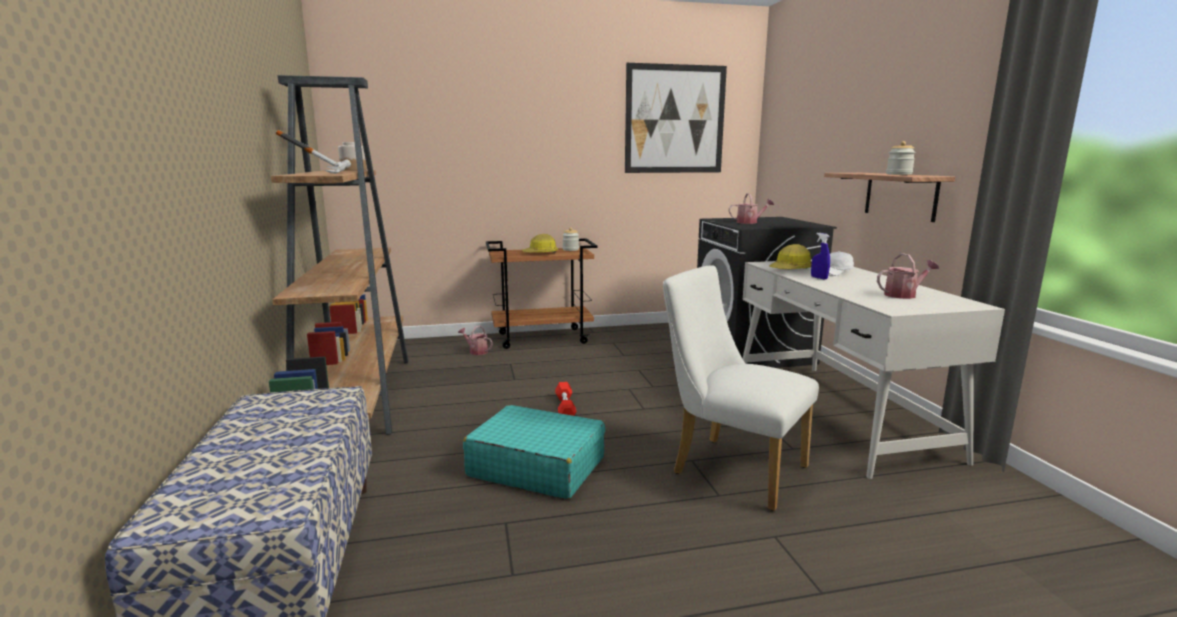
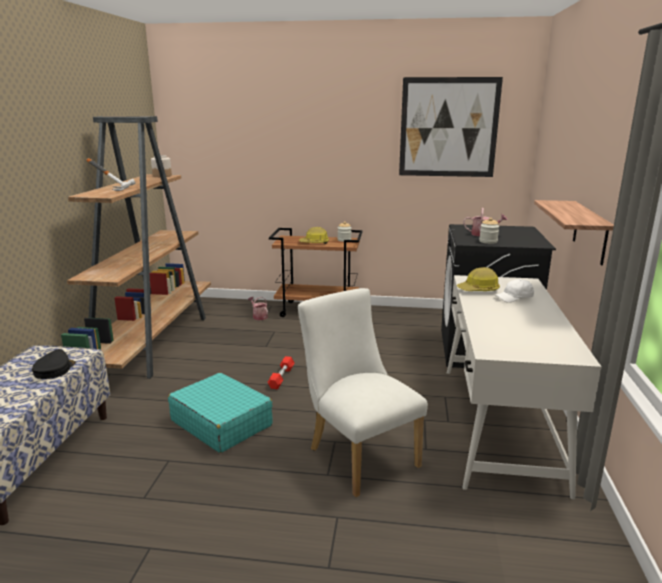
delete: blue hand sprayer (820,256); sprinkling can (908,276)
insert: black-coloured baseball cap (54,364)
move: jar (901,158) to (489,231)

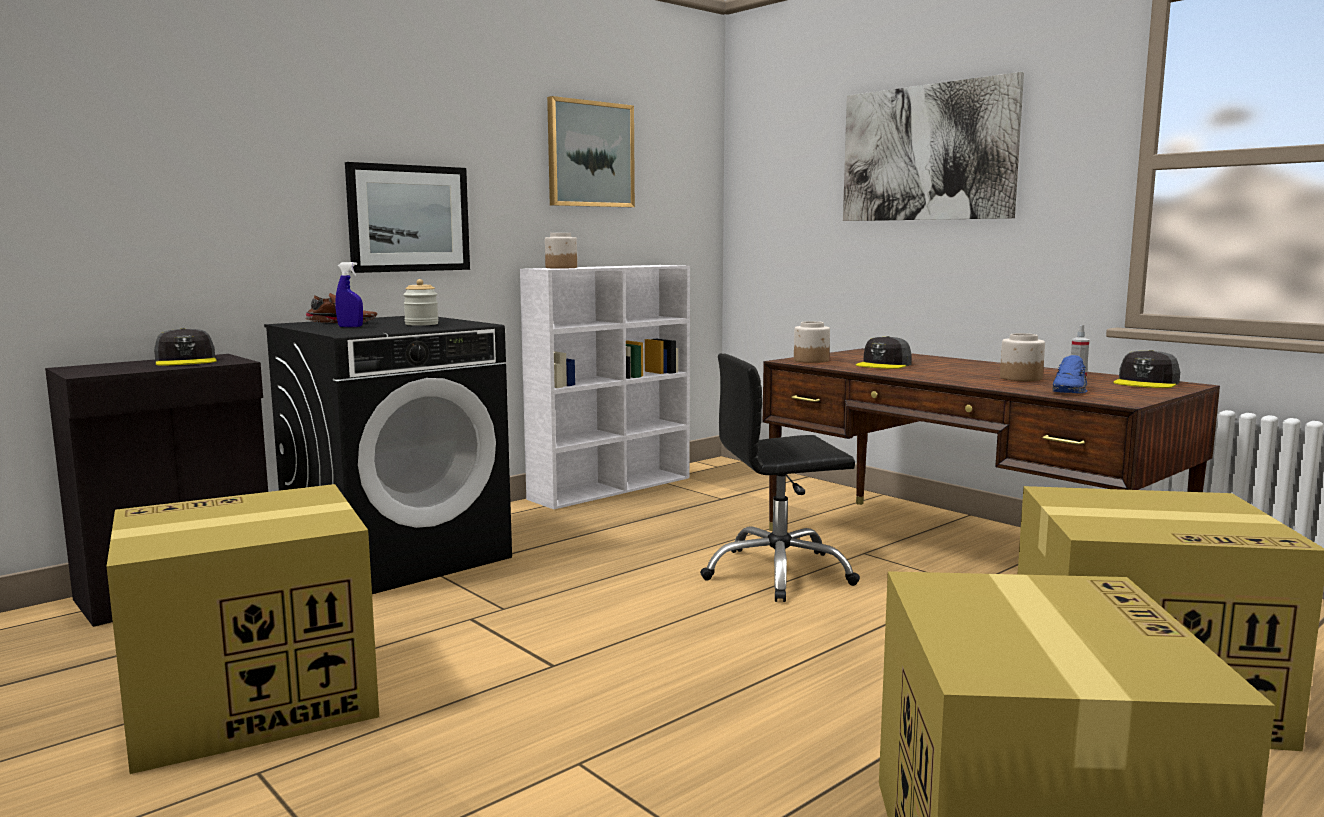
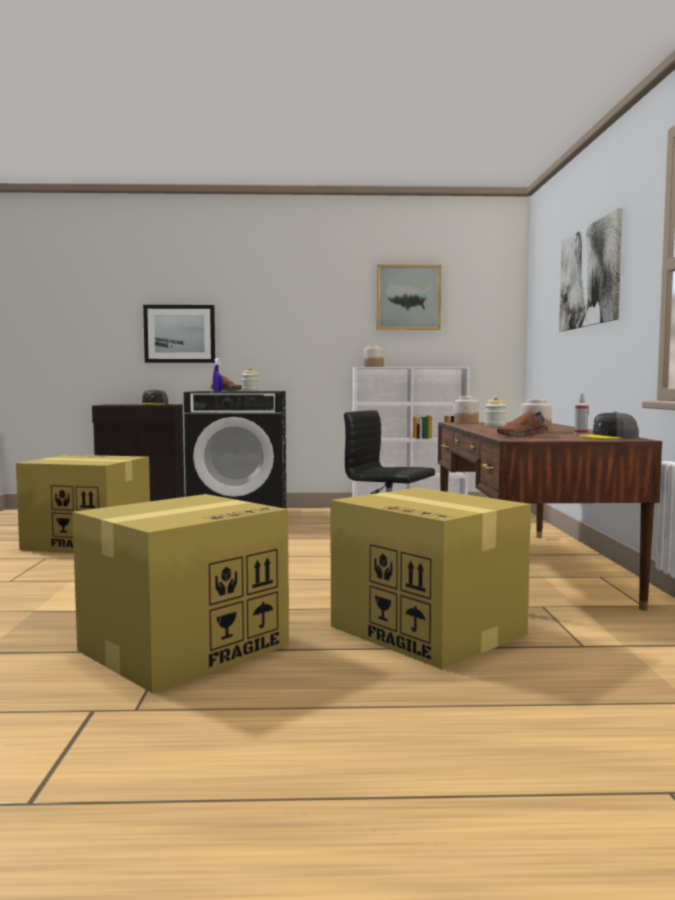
move: wall art (407,217) to (179,334)
replace: grey baseball cap (884,352) to jar (496,411)
recolor: blue item of footwear (1069,374) to brown item of footwear (523,423)

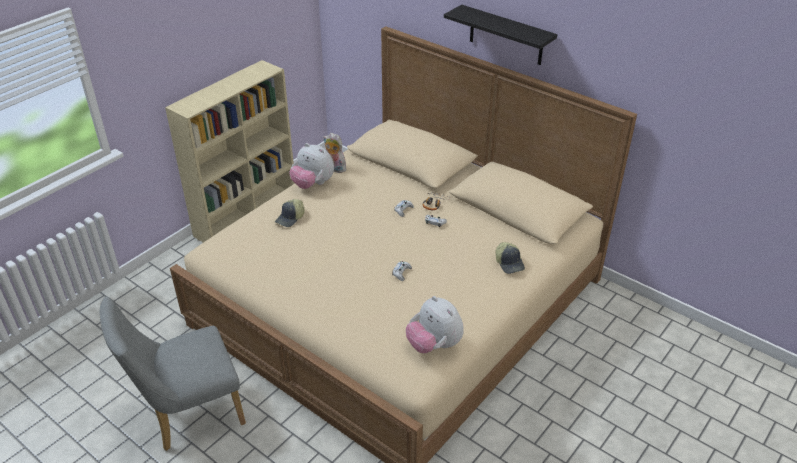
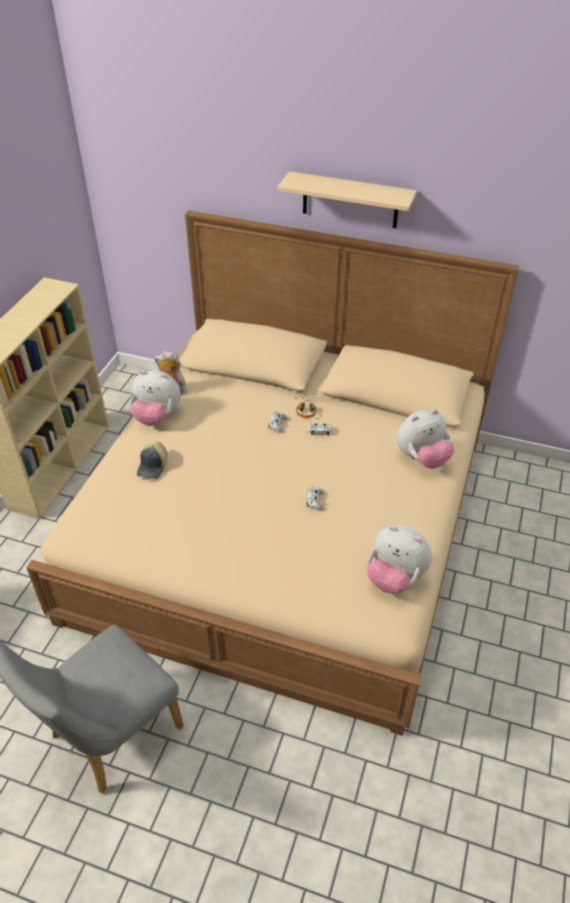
replace: baseball cap (510,258) to soft toy (425,439)
recolor: black-coloured bracket shelf (500,35) to beige-coloured bracket shelf (347,199)

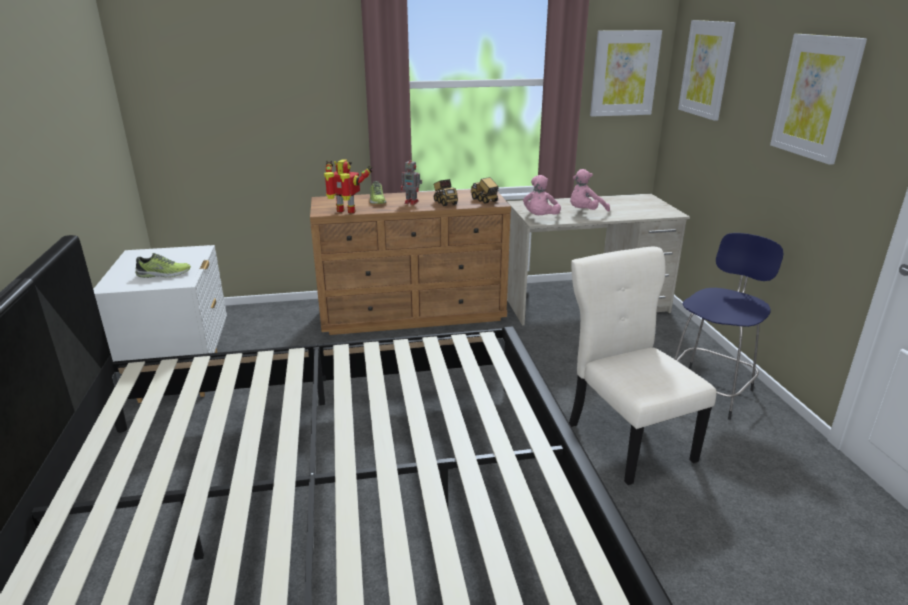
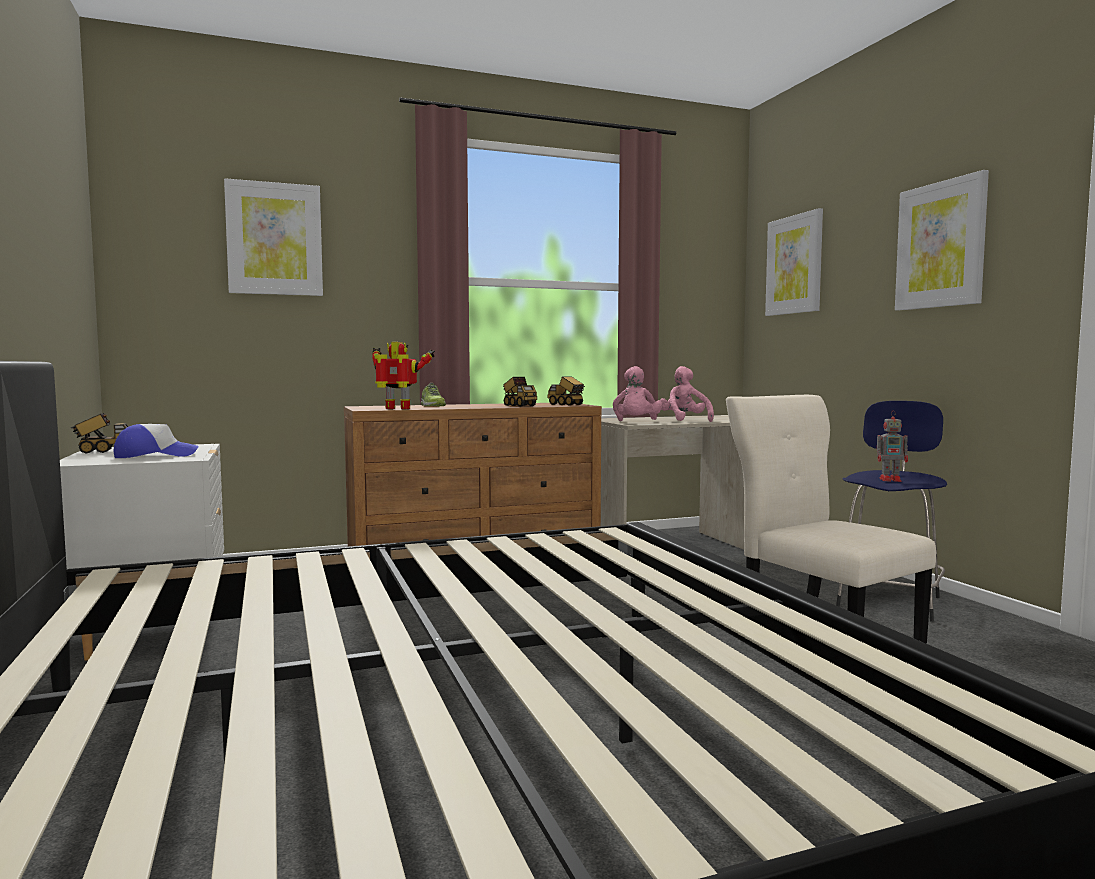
insert: model truck (100,433)
move: wall art (626,73) to (273,237); robot figure (411,180) to (892,446)
replace: item of footwear (163,265) to baseball cap (156,441)
rotate: pinkish soft toy (590,190) = (687,394) 120 degrees clockwise

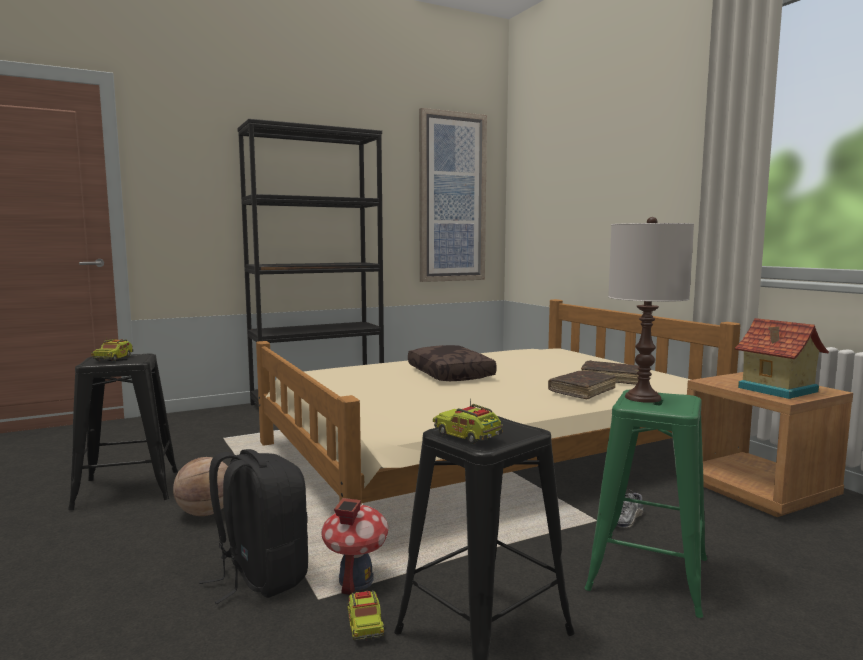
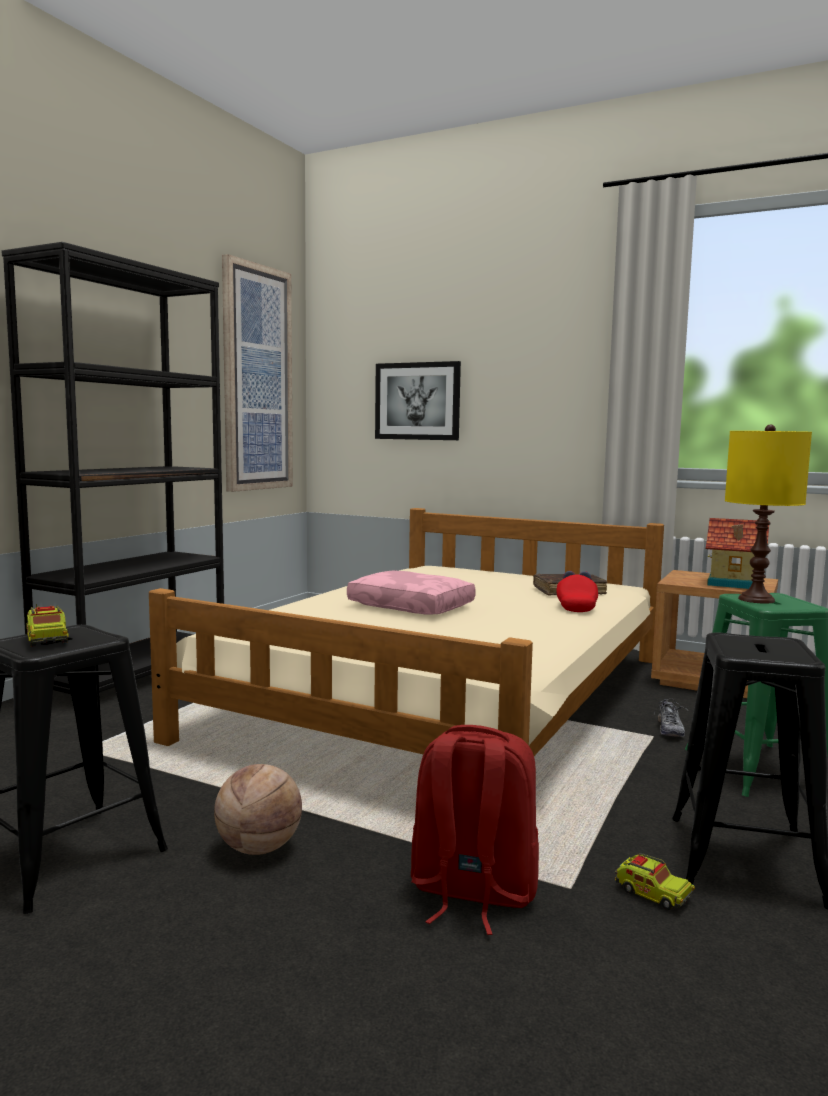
delete: miniature house (354,546); model truck (468,421)
insert: wall art (418,400)
replace: brown bound book (582,384) to reddish baseball cap (577,591)
recolor: brown pillow (452,363) to pinkish pillow (411,593); black-coloured knapsack (253,526) to reddish knapsack (475,830); whitish table lamp (651,310) to yellow table lamp (768,514)

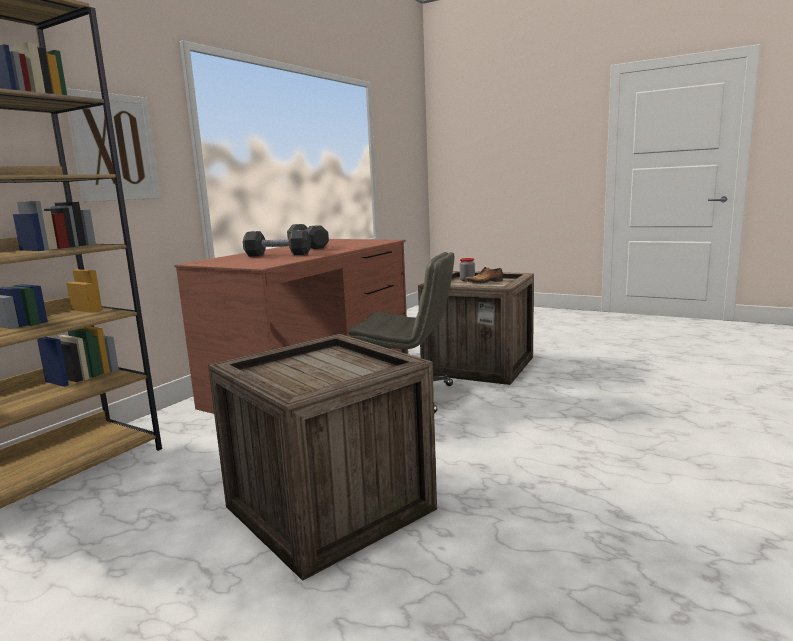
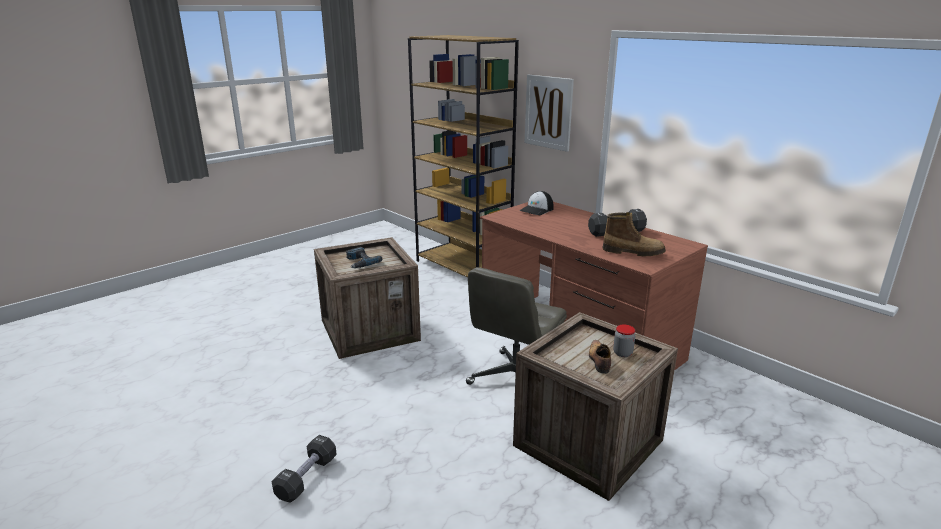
insert: electric drill (364,257); baseball cap (536,203); high-top boot (634,234)
move: black-coloured free weight (277,243) to (304,469)

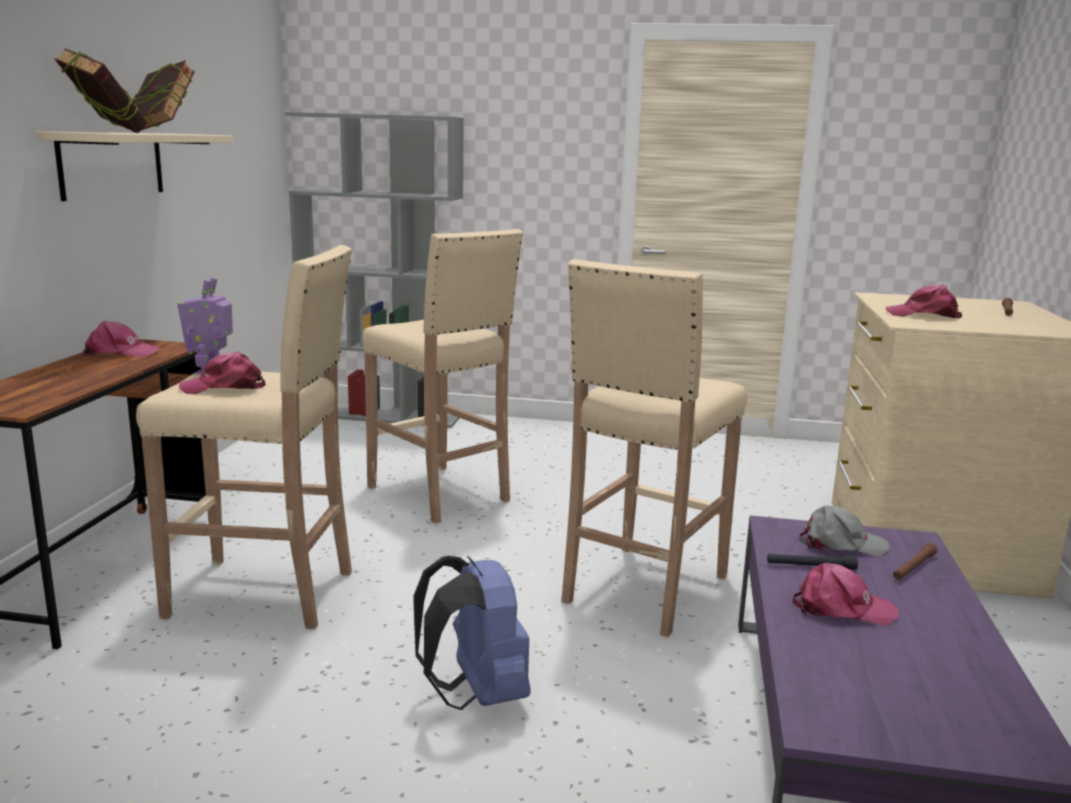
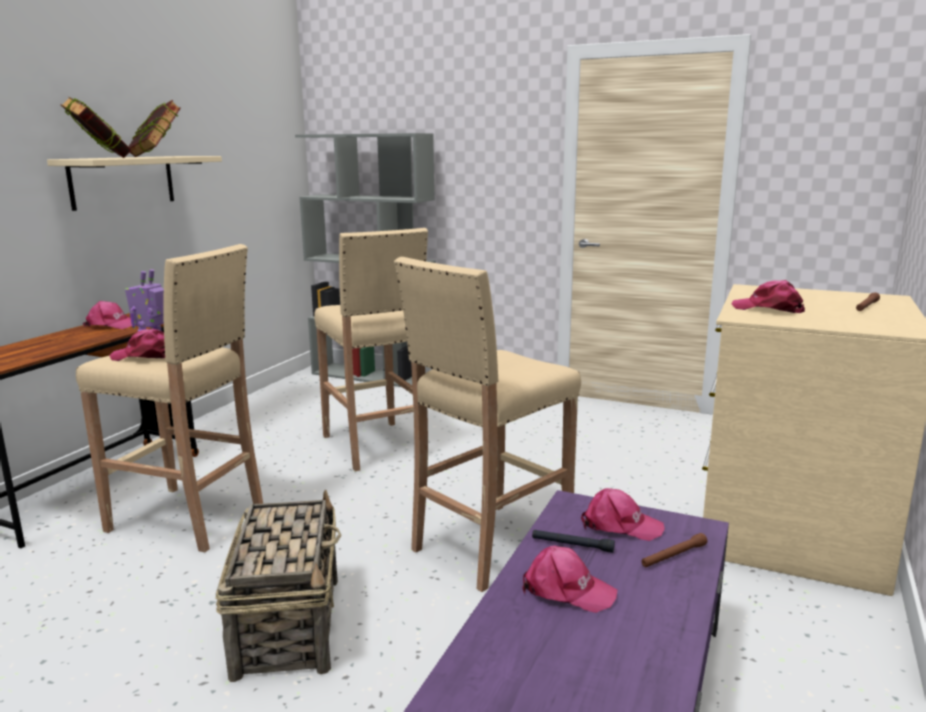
replace: blue knapsack (472,633) to storage basket (278,586)
recolor: grey baseball cap (844,531) to pinkish baseball cap (623,514)

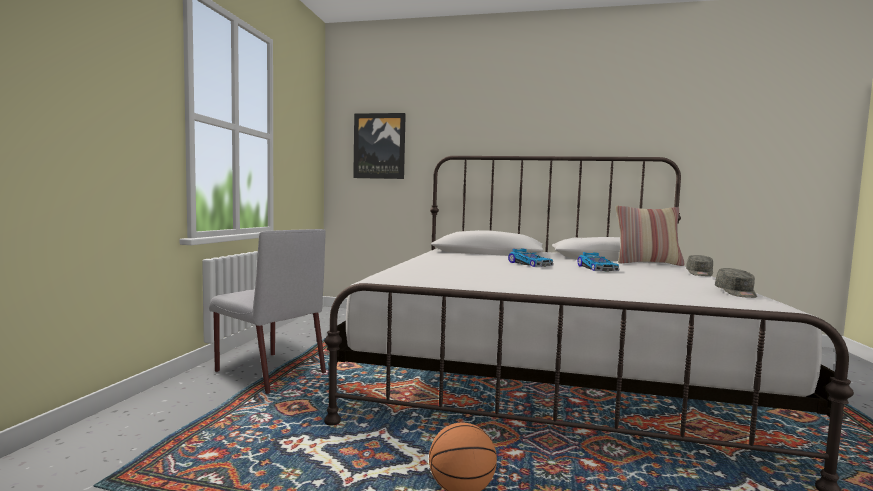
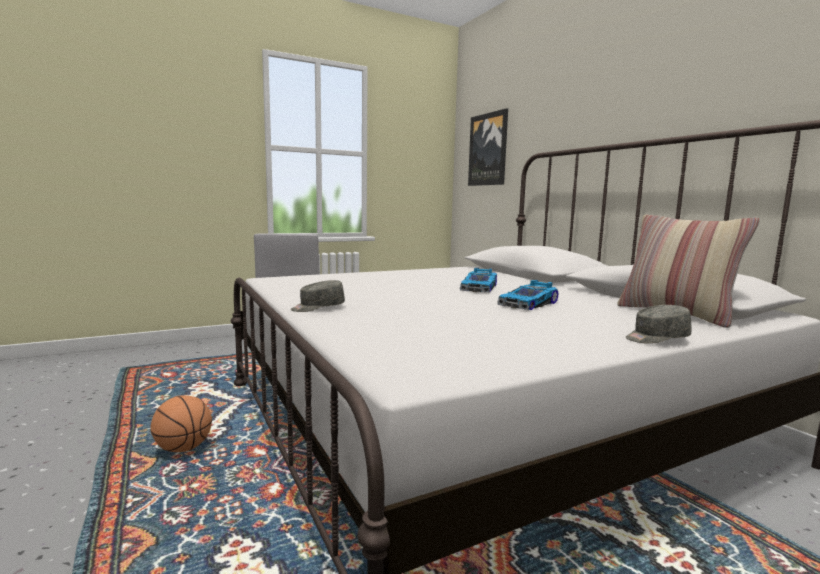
move: grey baseball cap (736,283) to (318,296)

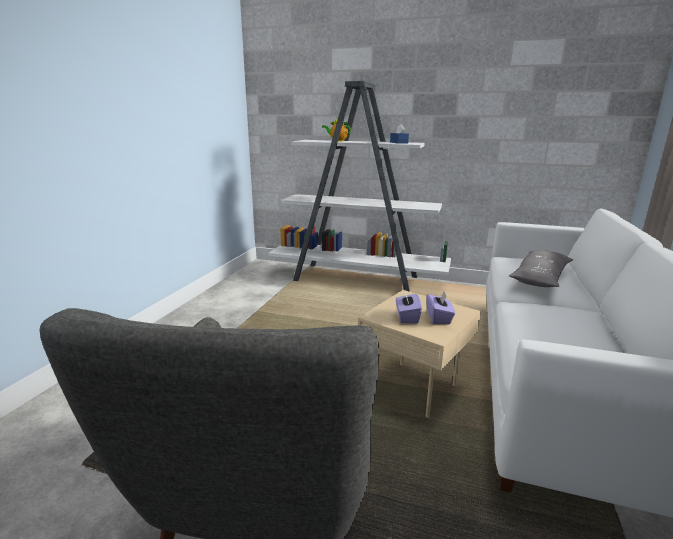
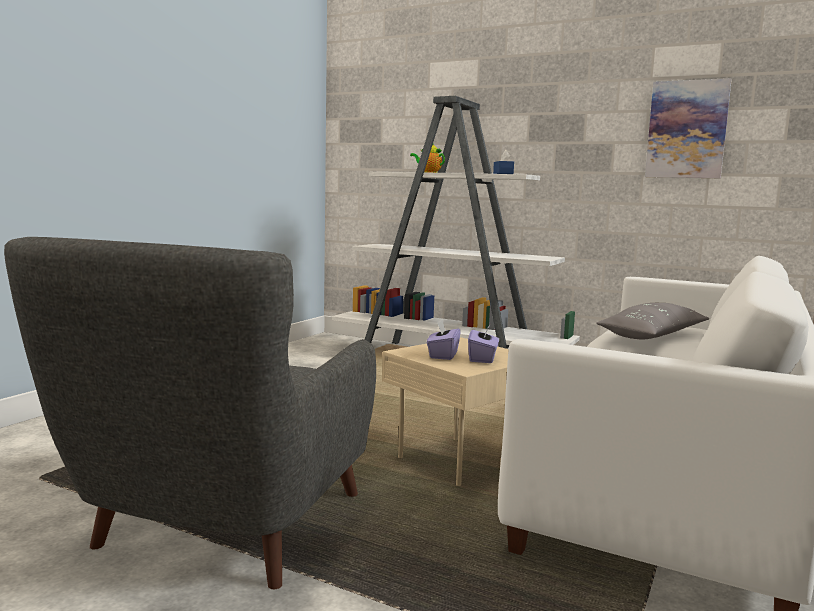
insert: wall art (688,128)

